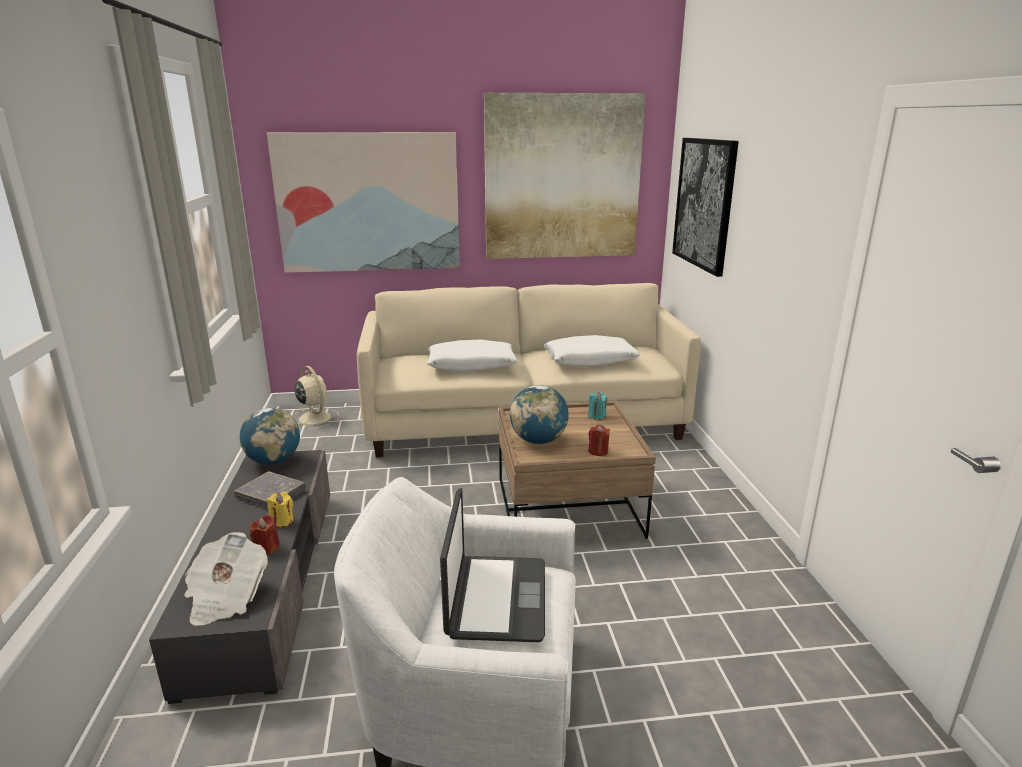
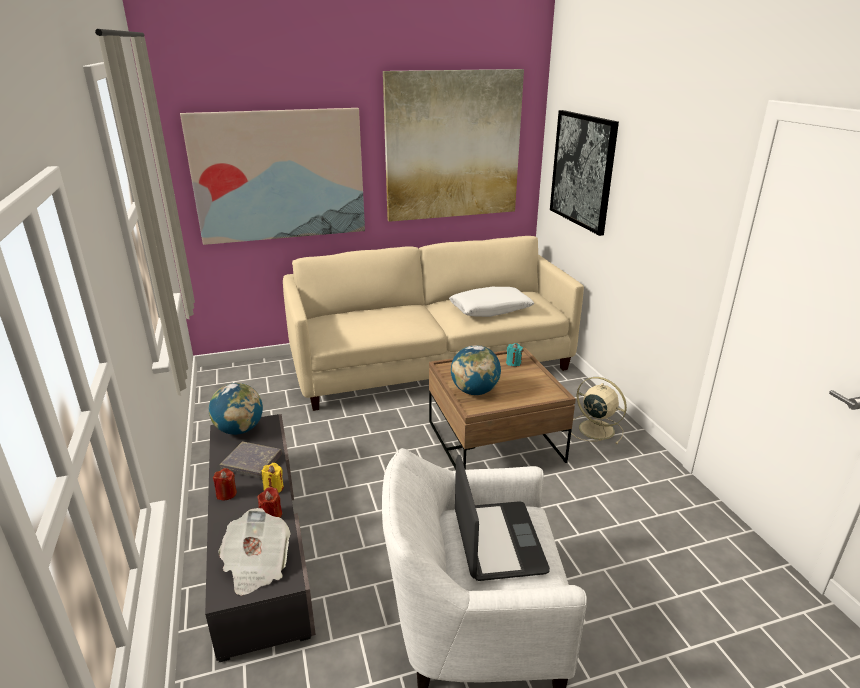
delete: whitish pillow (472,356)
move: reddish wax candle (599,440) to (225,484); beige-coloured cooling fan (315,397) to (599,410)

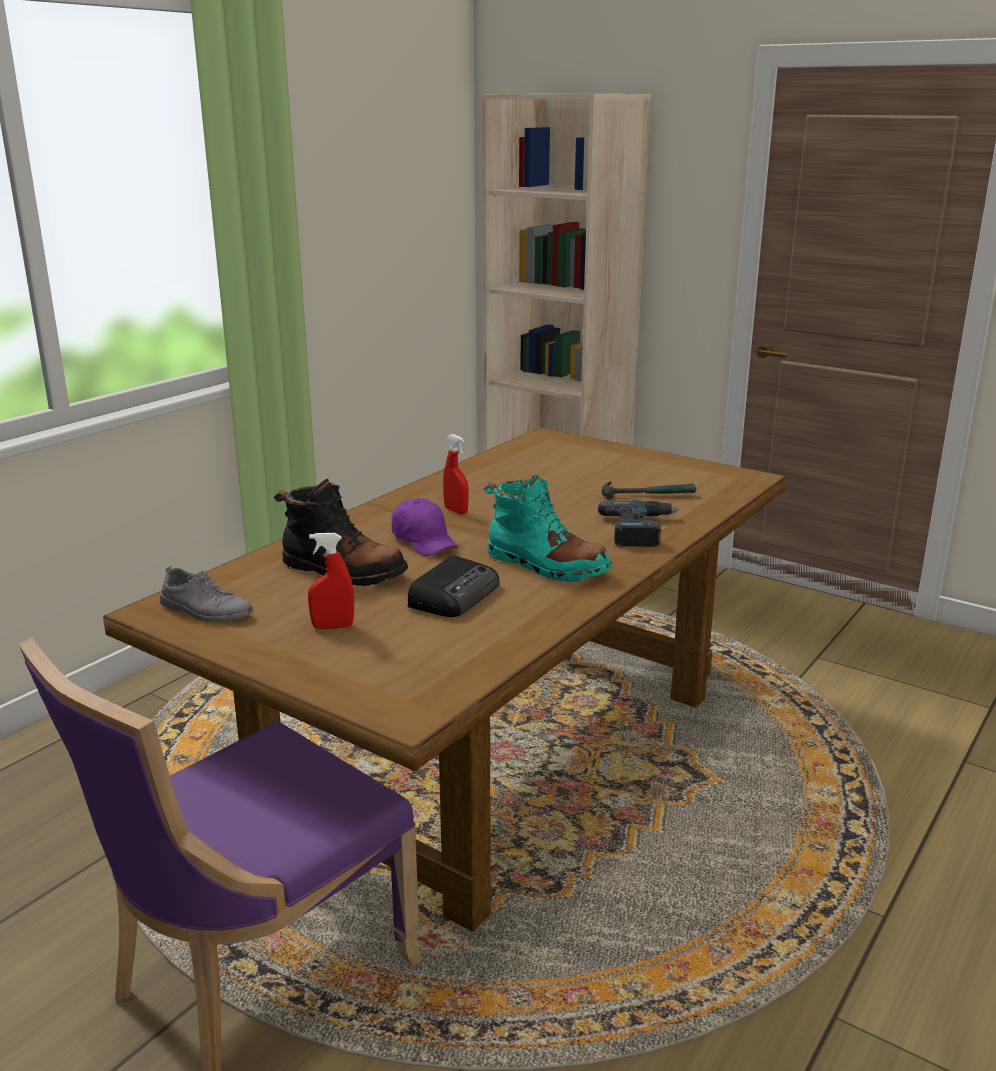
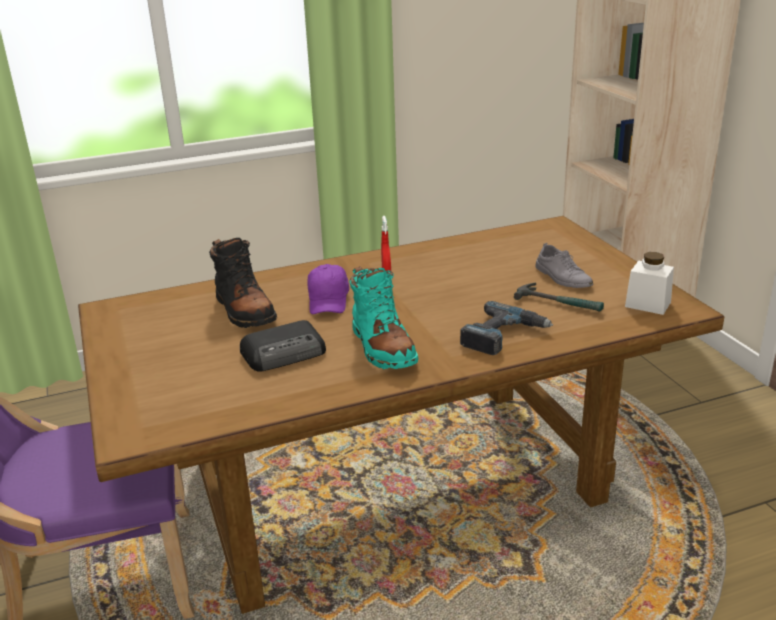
delete: reddish hand sprayer (331,581)
insert: whitish jar (649,283)
move: grey item of footwear (206,594) to (564,265)

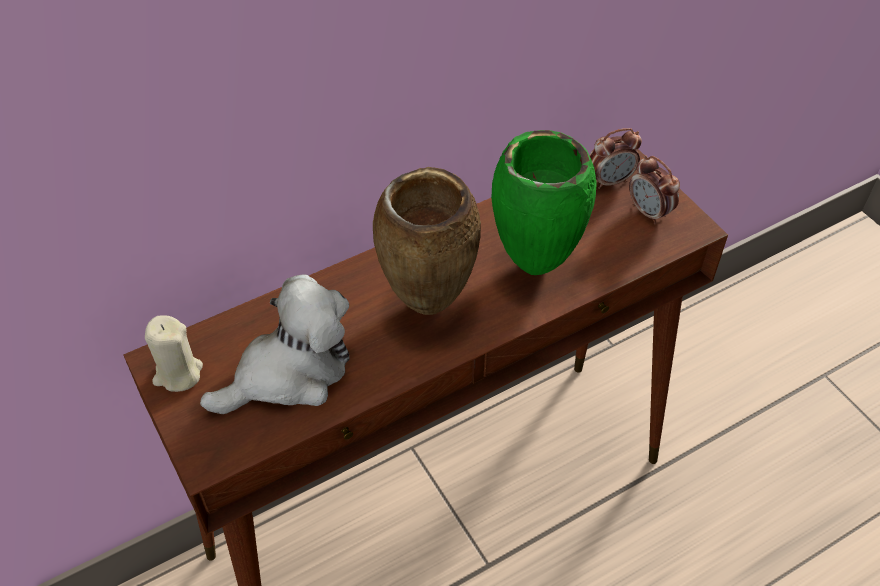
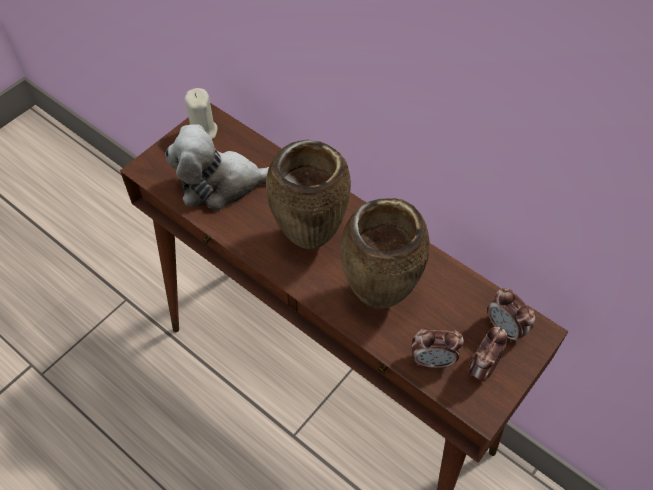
insert: bedside clock (437,348)
recolor: green decorative vase (544,202) to brown decorative vase (385,253)
rotate: soft toy (274,344) = (217,167) 135 degrees clockwise

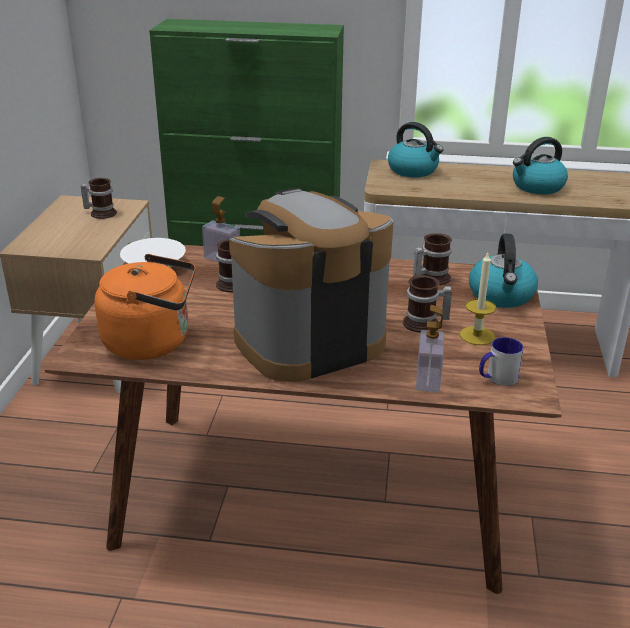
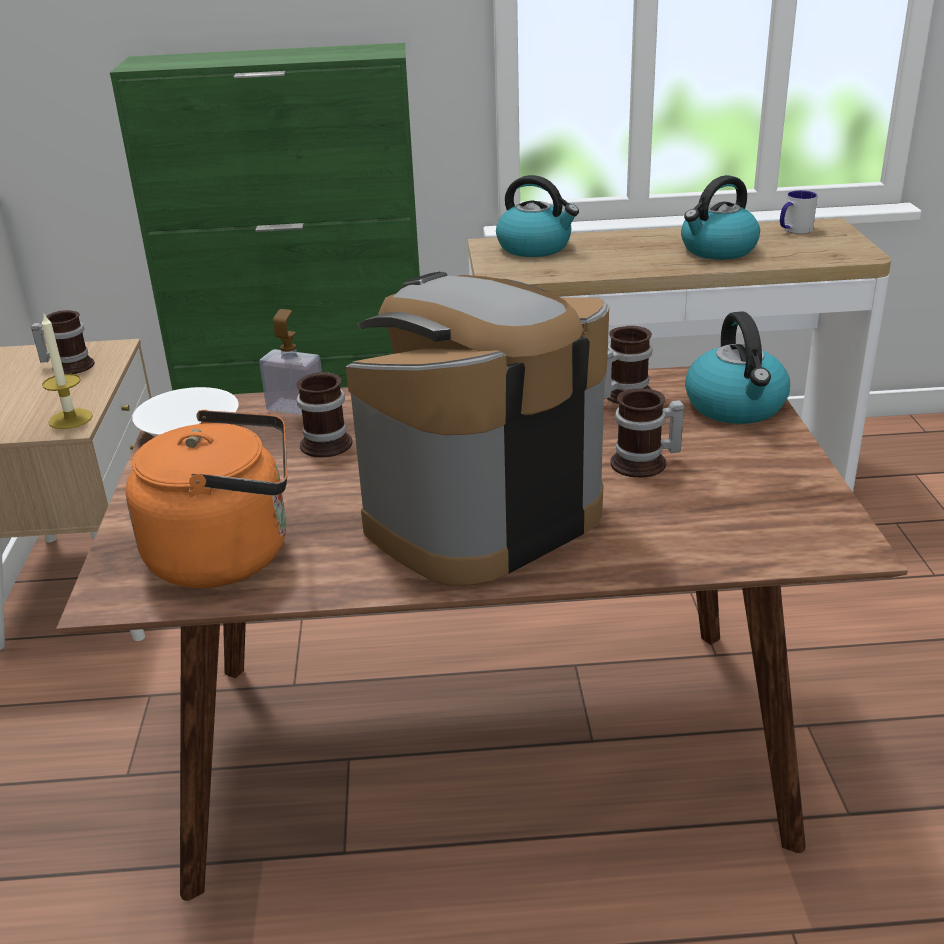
delete: liquid soap bottle (430,348)
move: wax candle (478,299) to (67,371); coffee mug (501,361) to (798,212)

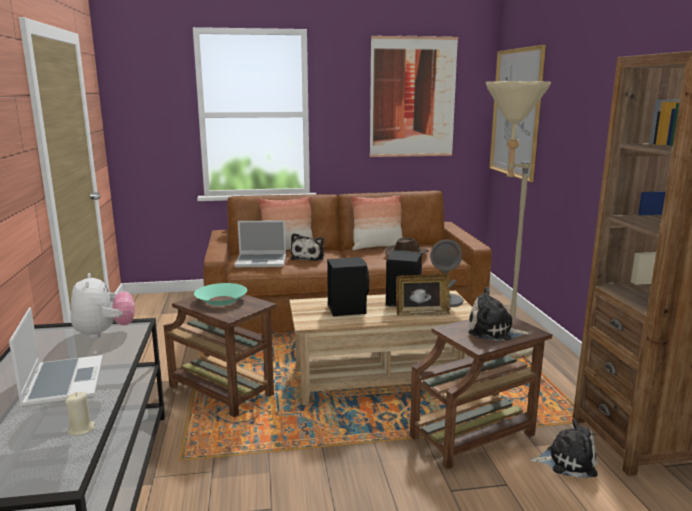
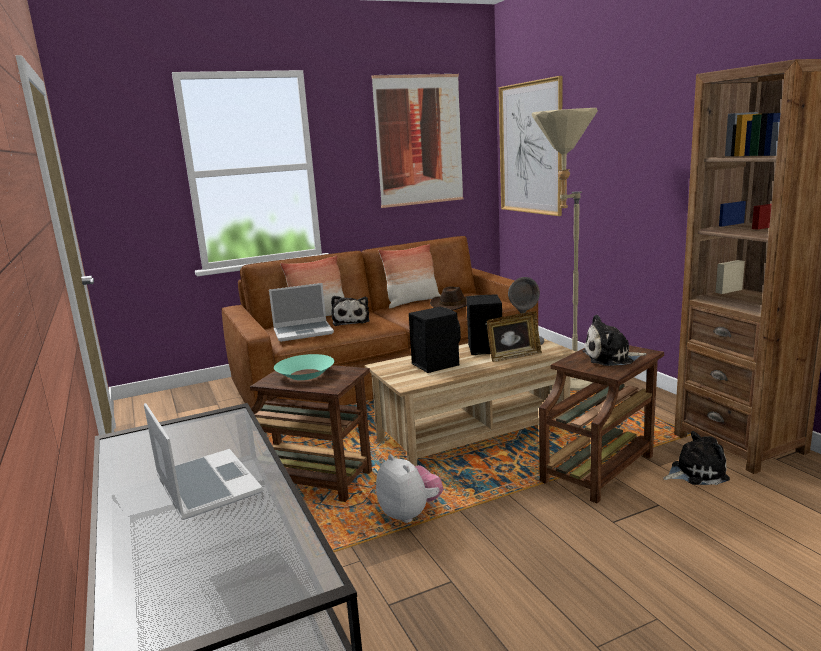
delete: beige-coloured wax candle (80,414)
move: soft toy (103,306) to (409,488)

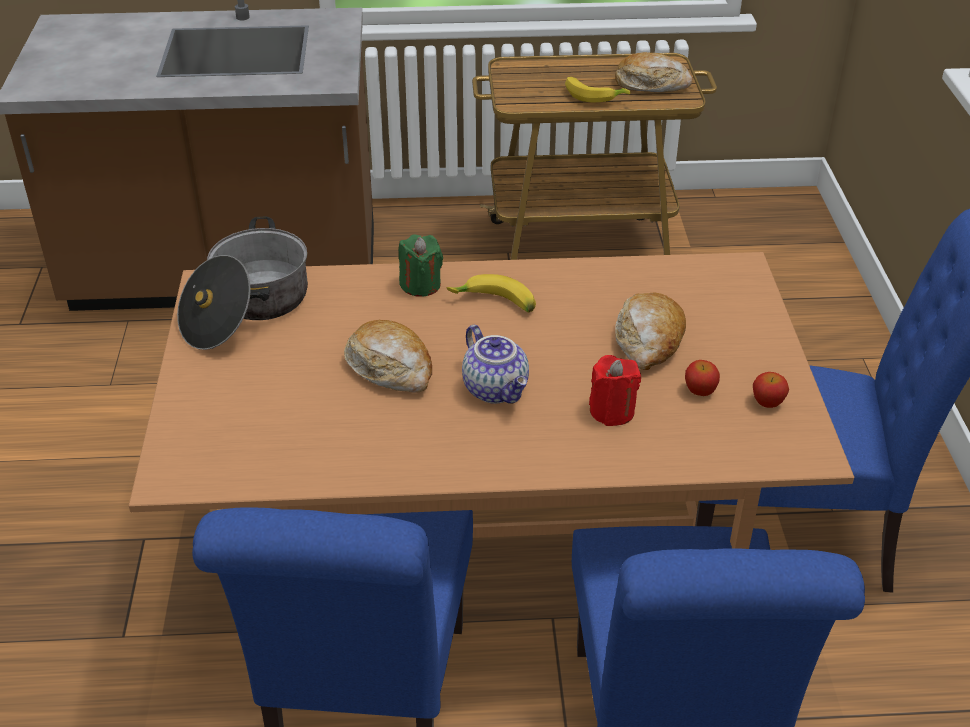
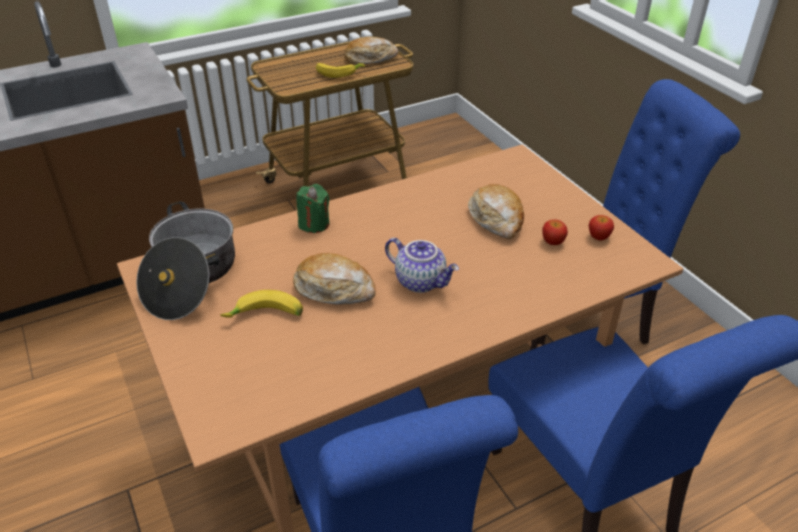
delete: reddish wax candle (615,390)
move: banana (491,293) to (261,304)

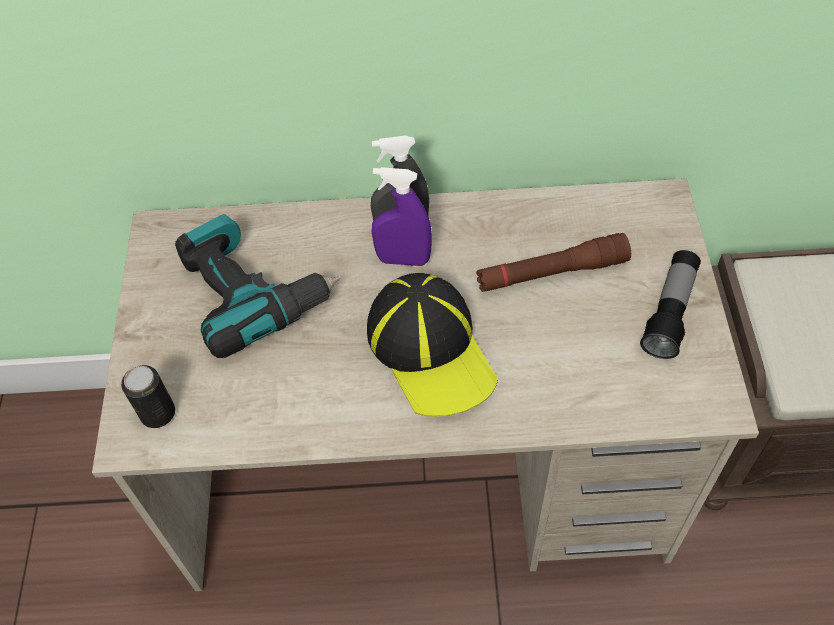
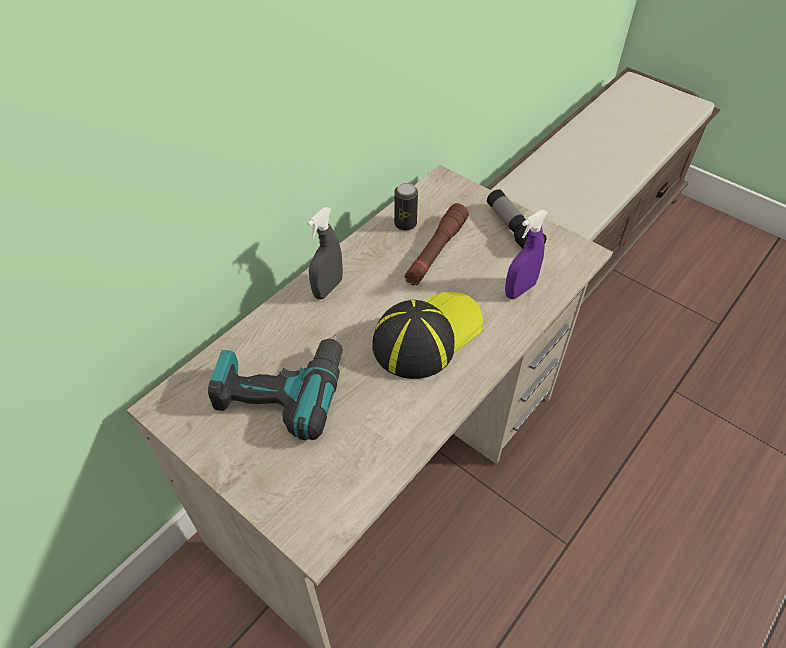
move: sealed can (148,396) to (406,207); purple hand sprayer (402,216) to (526,254)
rotate: baseball cap (432,345) = (427,335) 60 degrees counterclockwise

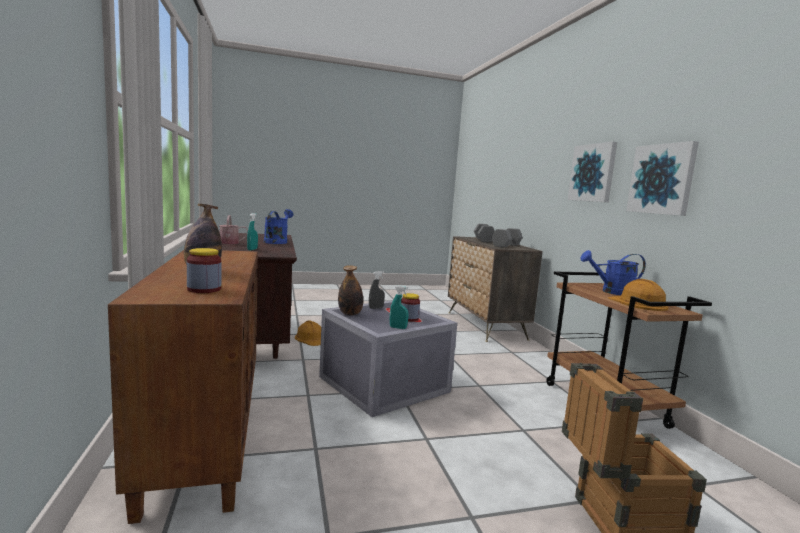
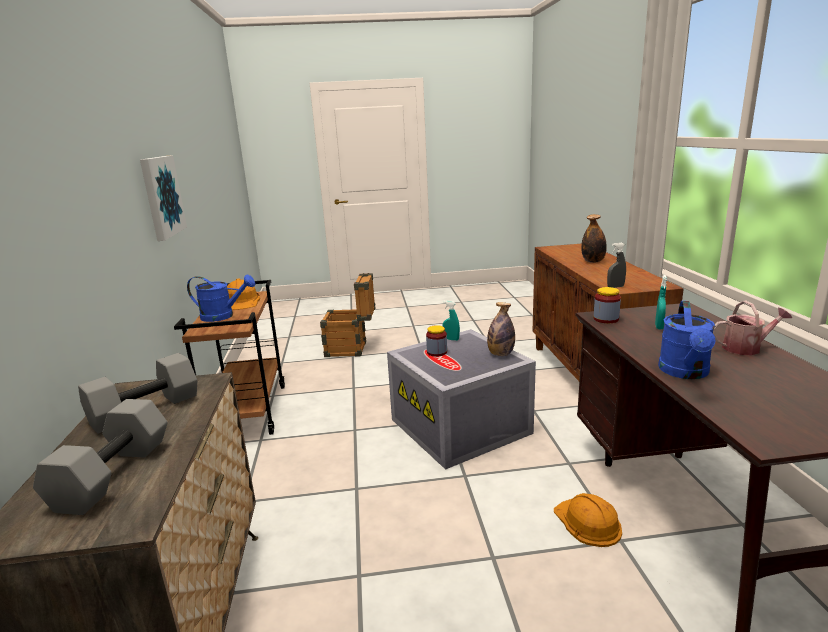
delete: wall art (592,172)
move: jar (204,270) to (607,305); grey hand sprayer (377,290) to (616,265)

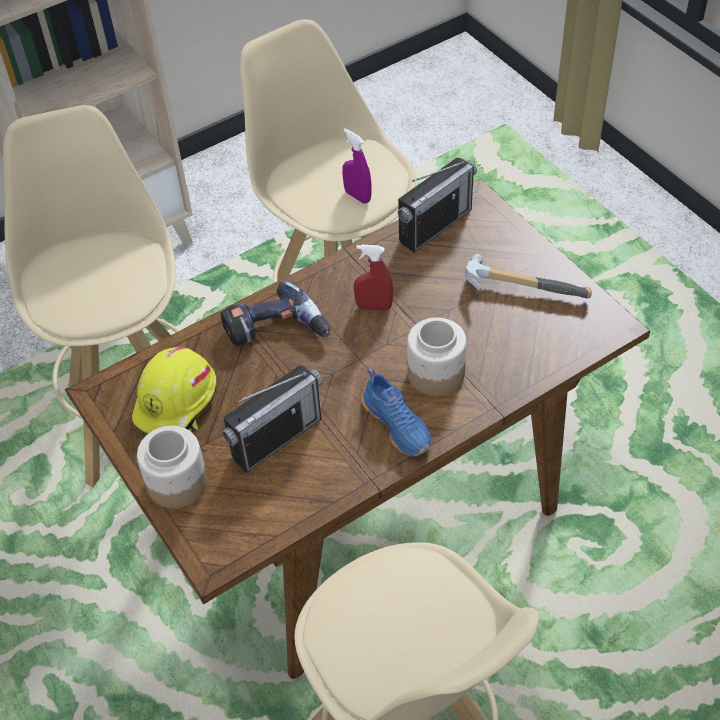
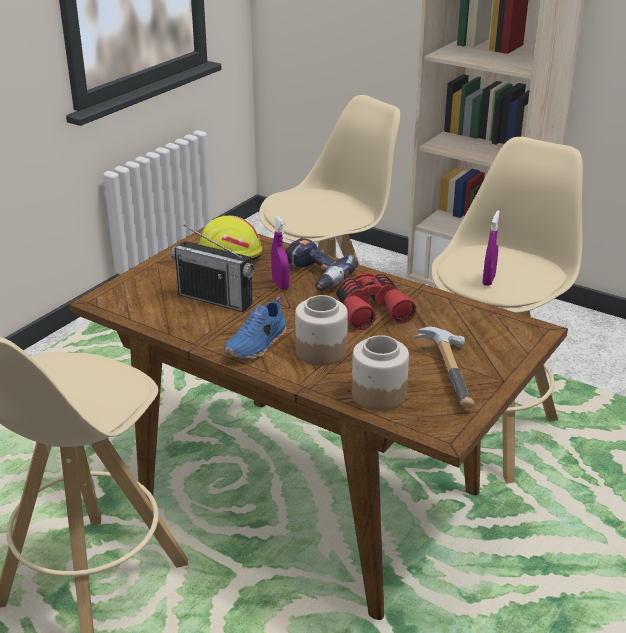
delete: radio set (437,205)
insert: purple hand sprayer (280,253)
move: jar (172,467) to (380,373)
replace: reddish hand sprayer (373,278) to reddish binoculars (376,301)

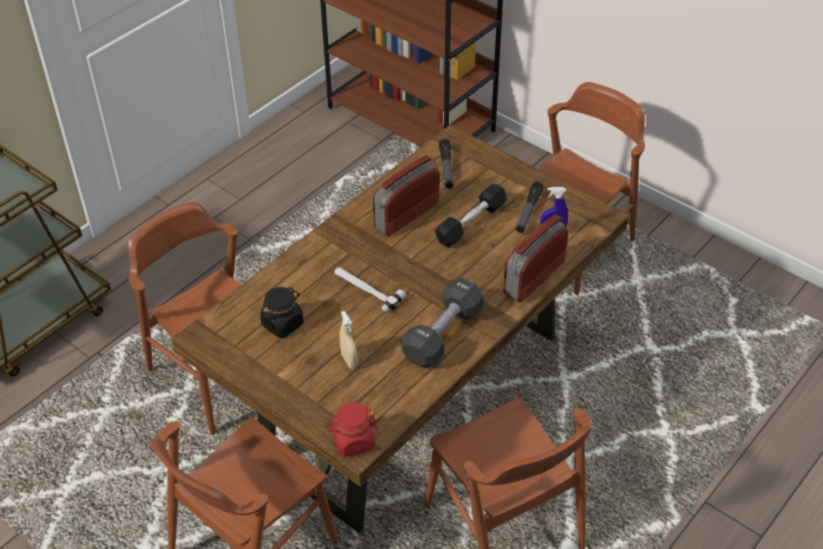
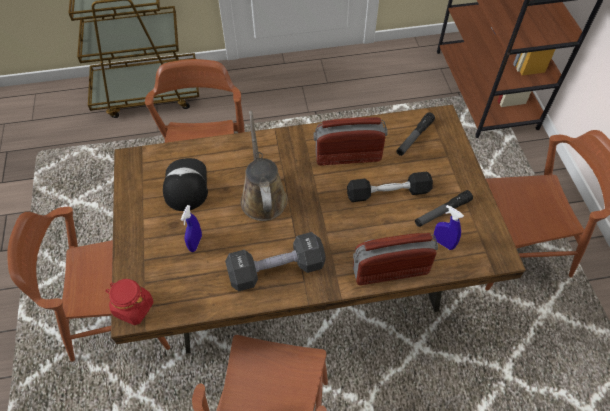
replace: black-coloured jar (282,312) to baseball cap (185,184); hand hammer (370,289) to brown sprinkling can (264,166)
recolor: beige-coloured hand sprayer (349,340) to blue hand sprayer (191,228)

